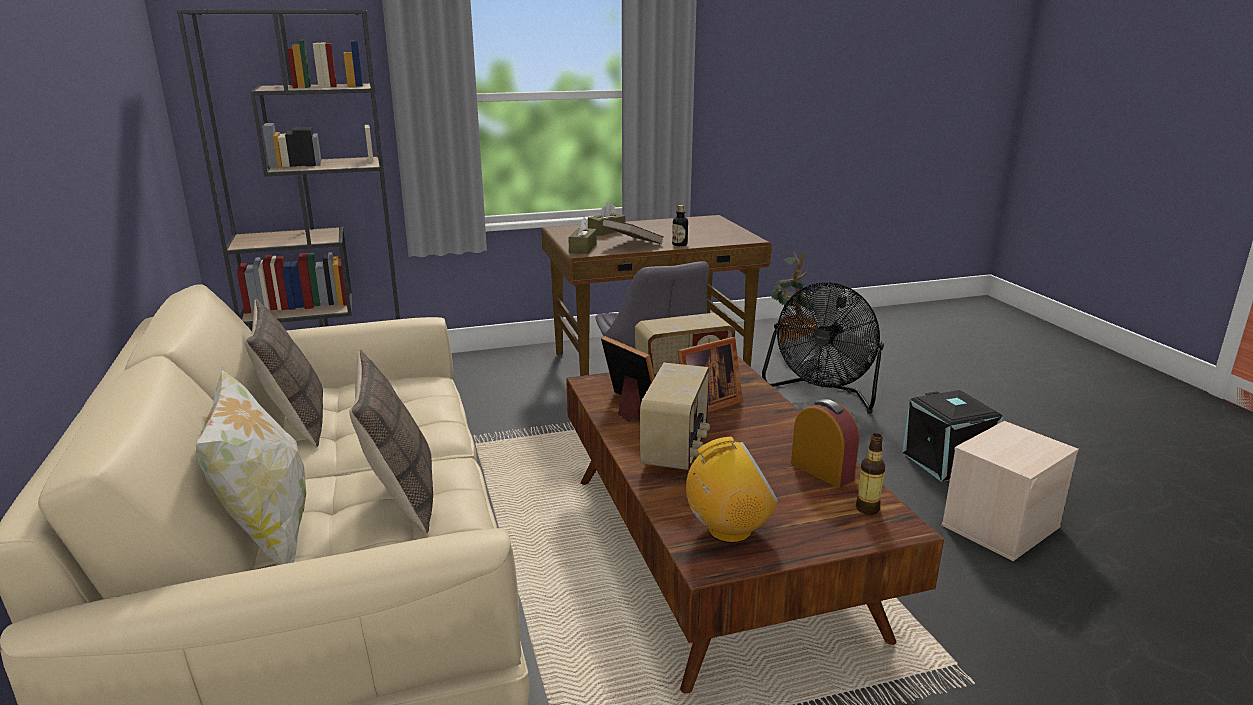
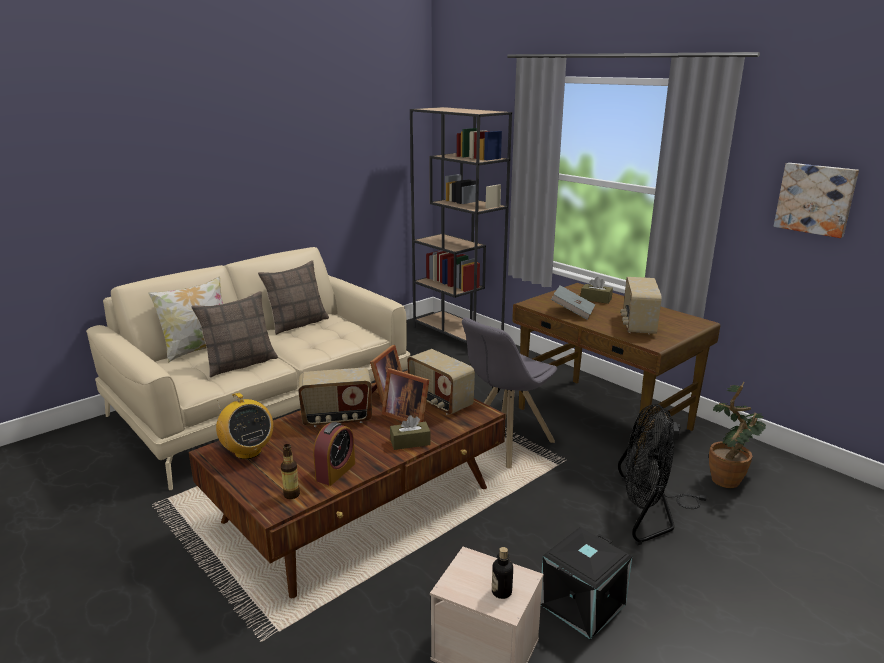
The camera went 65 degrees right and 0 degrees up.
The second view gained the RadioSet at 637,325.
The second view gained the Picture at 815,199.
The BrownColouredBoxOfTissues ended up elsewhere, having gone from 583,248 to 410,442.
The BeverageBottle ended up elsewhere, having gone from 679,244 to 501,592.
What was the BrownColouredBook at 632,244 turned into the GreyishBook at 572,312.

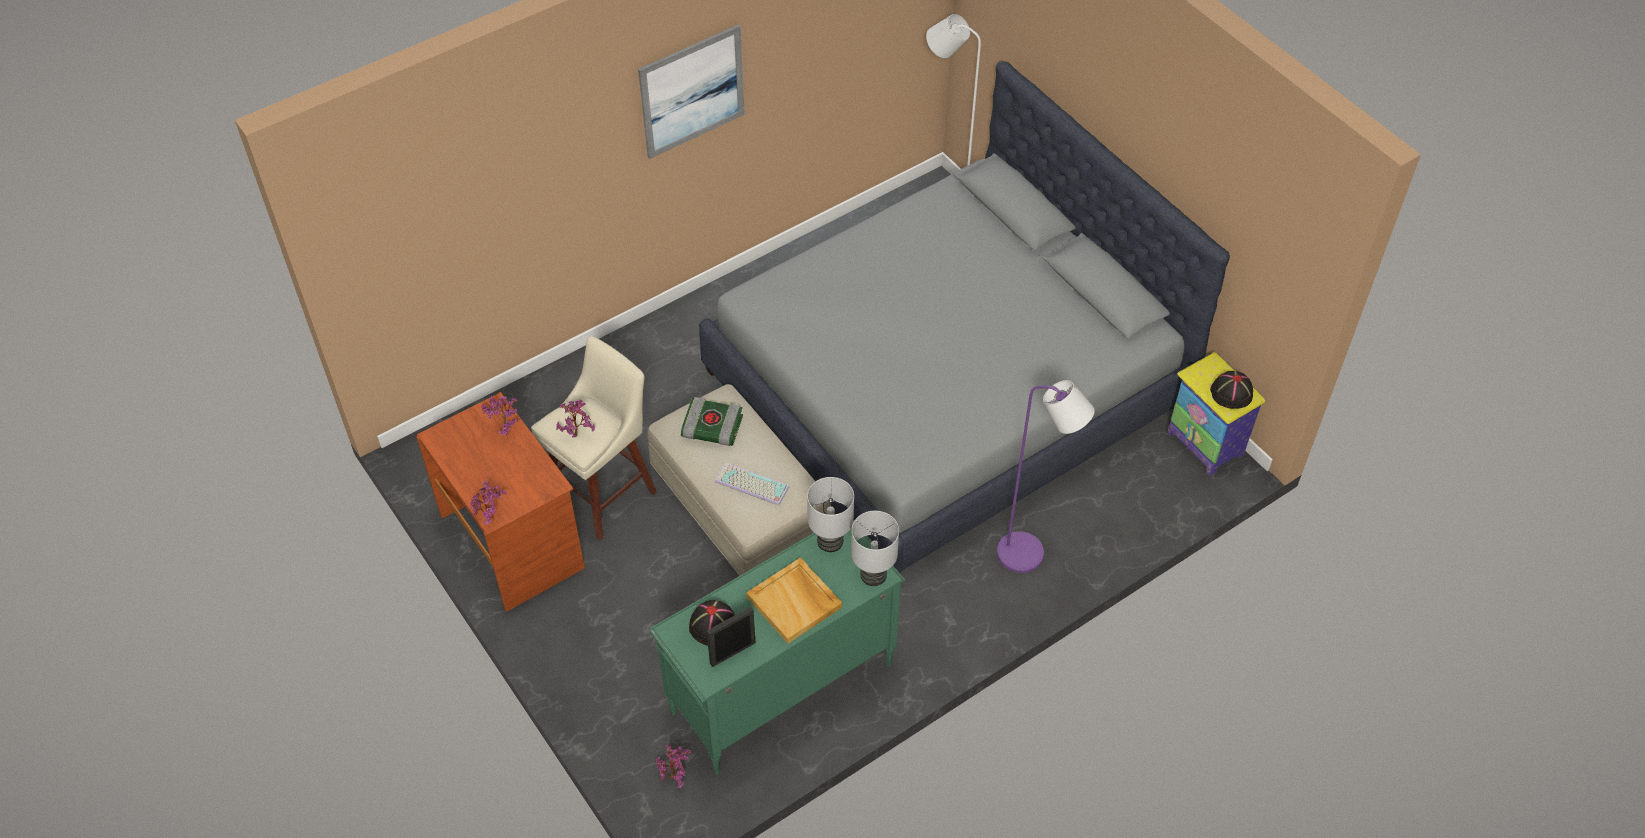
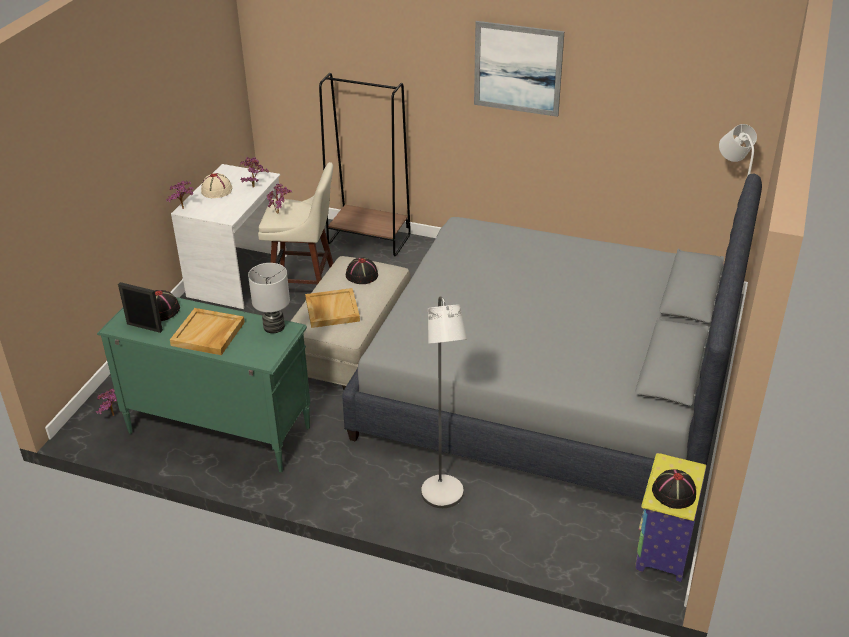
The camera went 55 degrees right and 15 degrees down.
The second view lost the GreyishTabletopLamp at 873,575.
The second view gained the BeigeHat at 217,190.
The second view gained the GarmentStand at 369,240.
Where the Book stood at 711,428, the BlackHat came to stand at 361,275.
Where the Keyboard stood at 750,485, the BeigeTray came to stand at 331,310.
What was the BrownColouredDesk at 514,541 turned into the WhiteColouredDesk at 238,276.
What was the PurpleColouredStandingLamp at 1029,556 turned into the GreyishStandingLamp at 444,498.

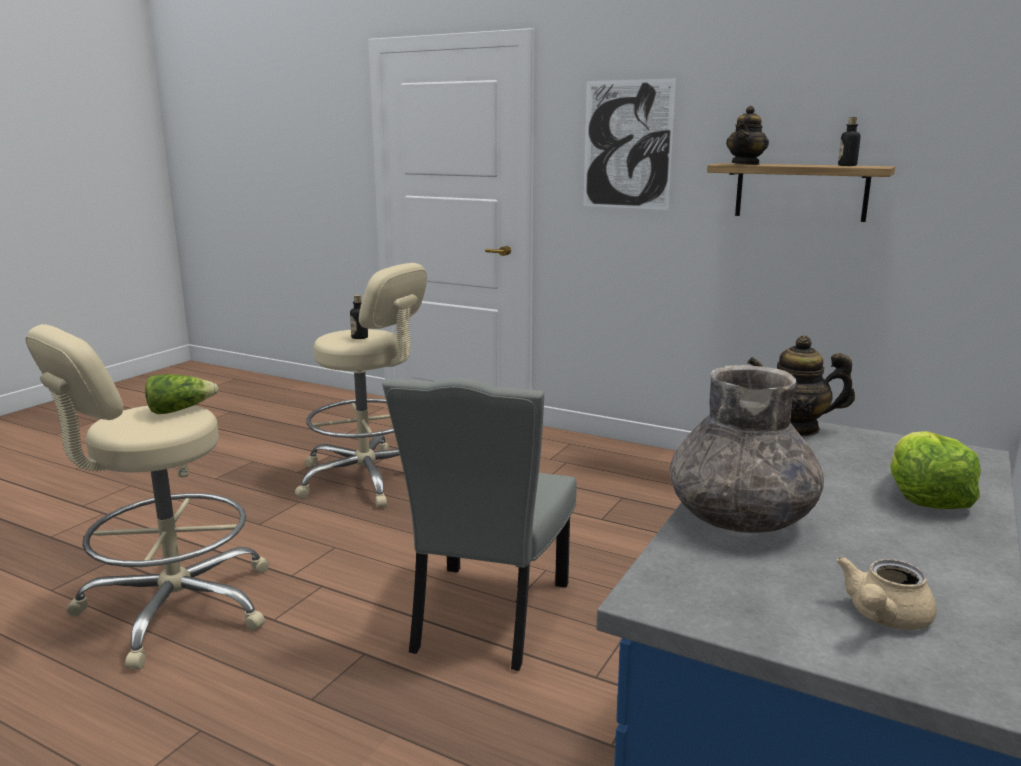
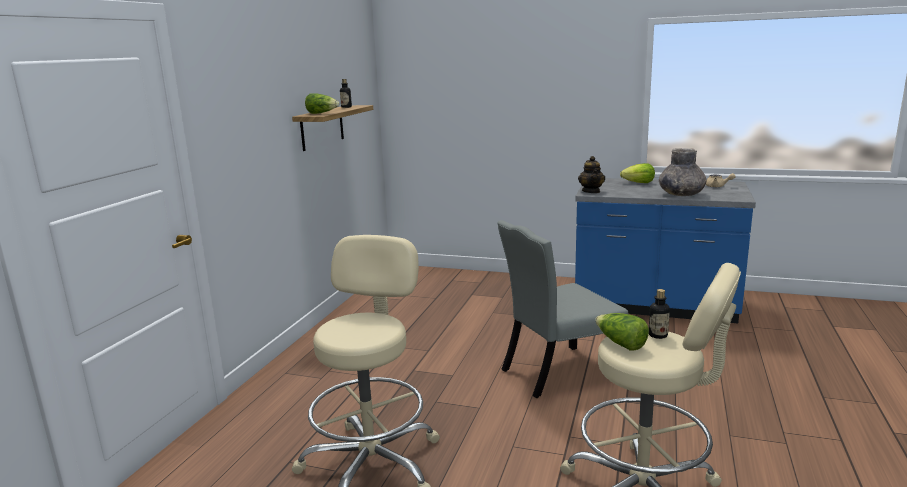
The camera went 100 degrees left and 0 degrees up.
The second view lost the Picture at 627,145.
The BeverageBottle ended up elsewhere, having gone from 359,337 to 658,335.
Where the PotForTea stood at 746,164, the Lettuce came to stand at 322,113.
The GreyishUprightChair at 488,612 ended up facing another way, 150 degrees clockwise from before.

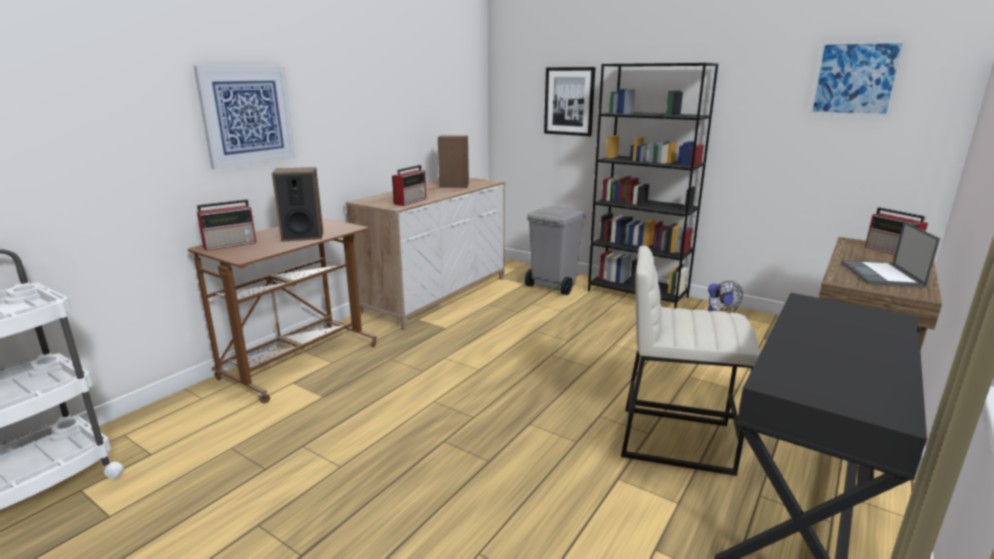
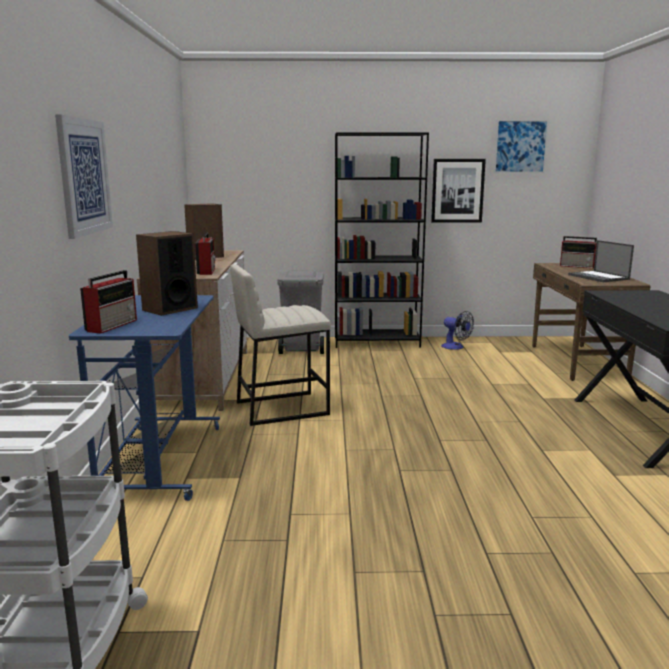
The camera went 35 degrees left and 5 degrees down.
The Picture ended up elsewhere, having gone from 569,101 to 457,190.
The BeigeSittingStool ended up elsewhere, having gone from 676,439 to 282,408.
What was the BrownColouredDesk at 300,361 turned into the BlueDesk at 161,460.

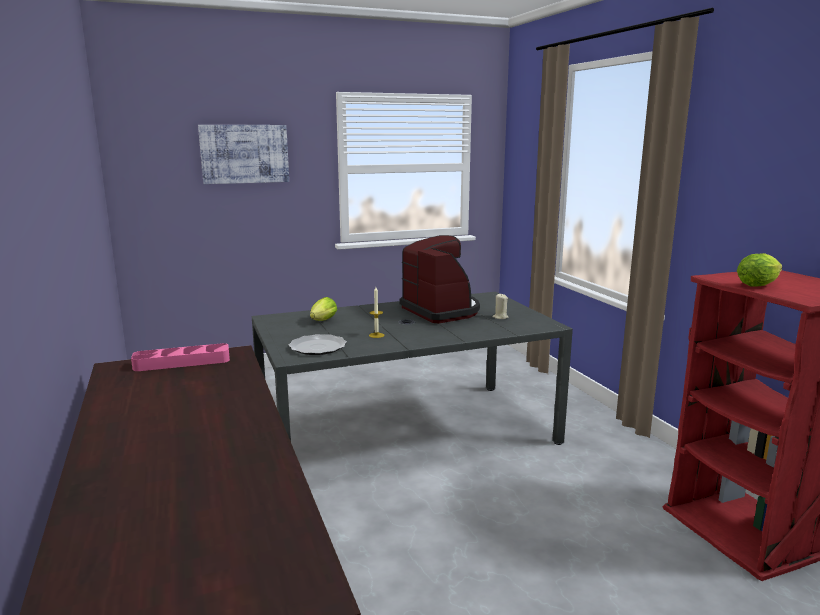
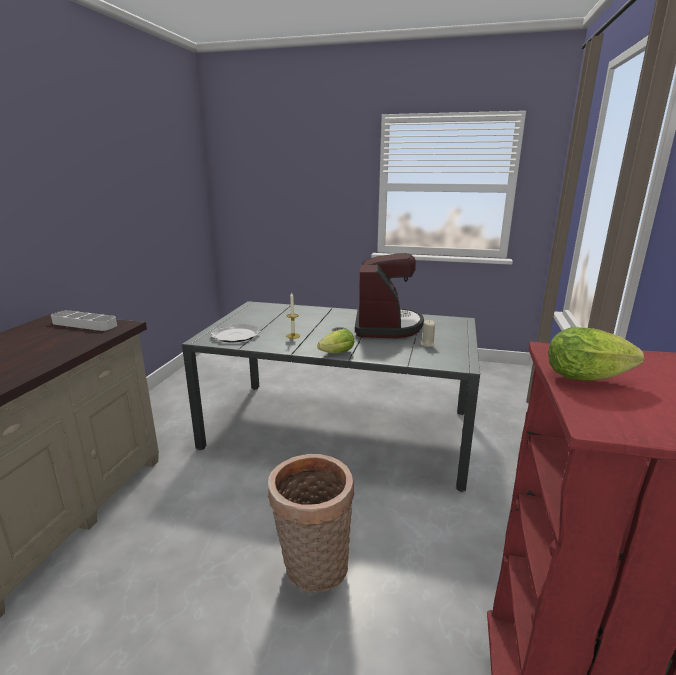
The camera went 35 degrees right and 5 degrees up.
The second view lost the Picture at 244,154.
The second view gained the HouseholdBasket at 313,569.
The Lettuce ended up elsewhere, having gone from 322,321 to 335,353.
What was the PinkishTray at 182,362 turned into the GreyishTray at 84,324.

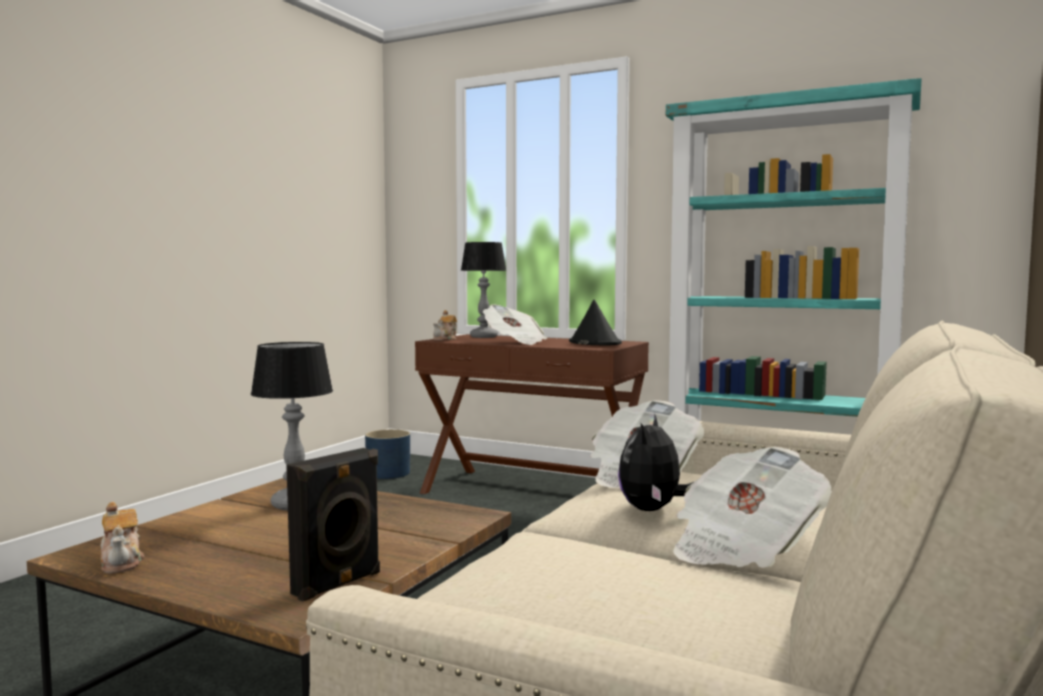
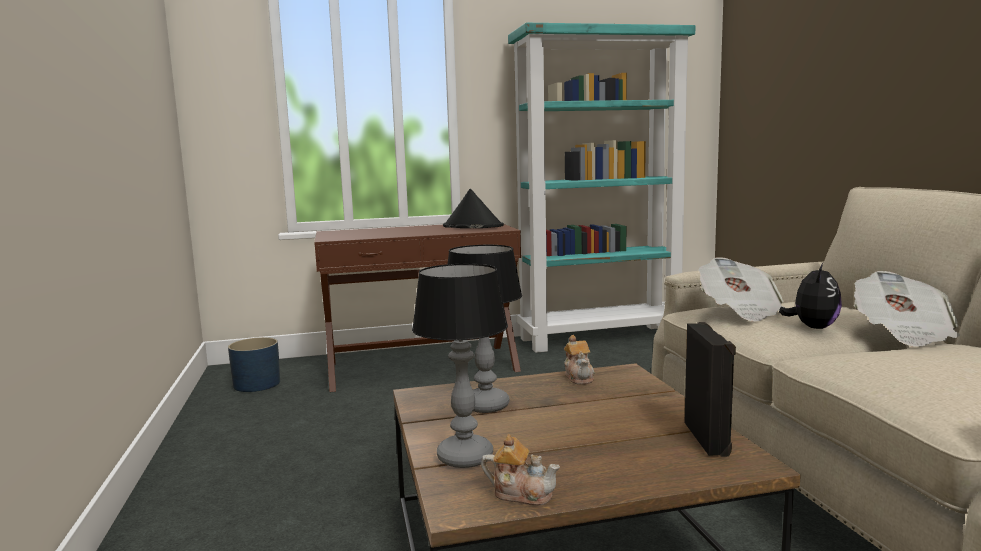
The camera went 40 degrees left and 5 degrees up.
The second view lost the PrintedPaper at 515,342.
The PotForTea ended up elsewhere, having gone from 445,339 to 579,377.
The TabletopLamp ended up elsewhere, having gone from 483,337 to 465,458.
The PlushToy at 653,510 ended up facing another way, 135 degrees counterclockwise from before.

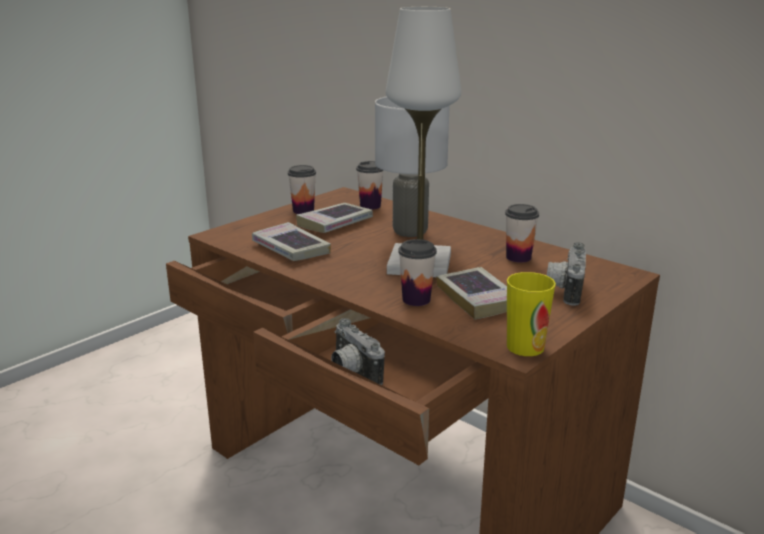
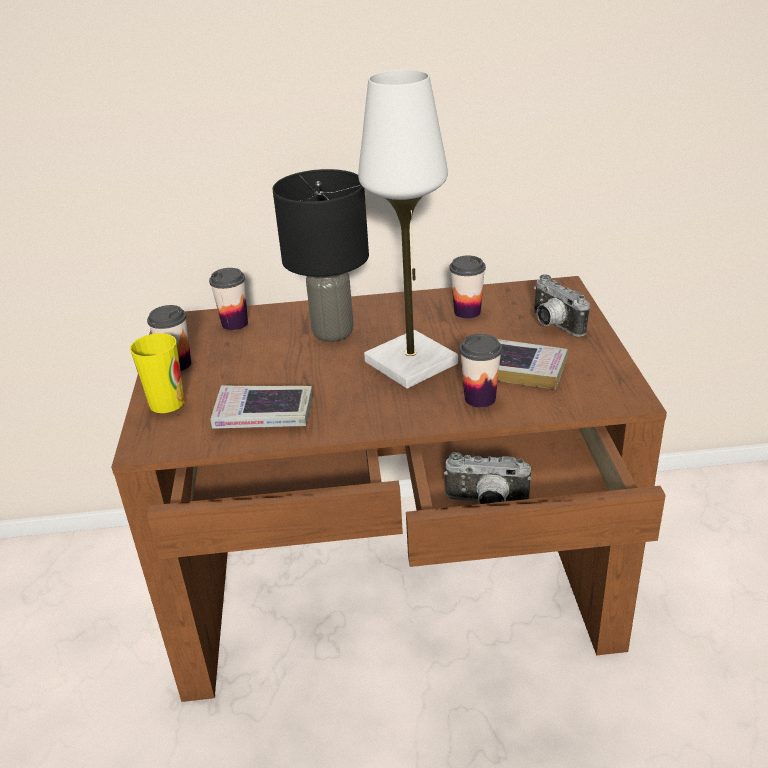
The camera went 45 degrees left and 10 degrees up.
The second view lost the Book at 335,223.
The Cup ended up elsewhere, having gone from 525,347 to 167,403.
What was the WhiteColouredTabletopLamp at 408,231 turned into the BlackTabletopLamp at 330,334.

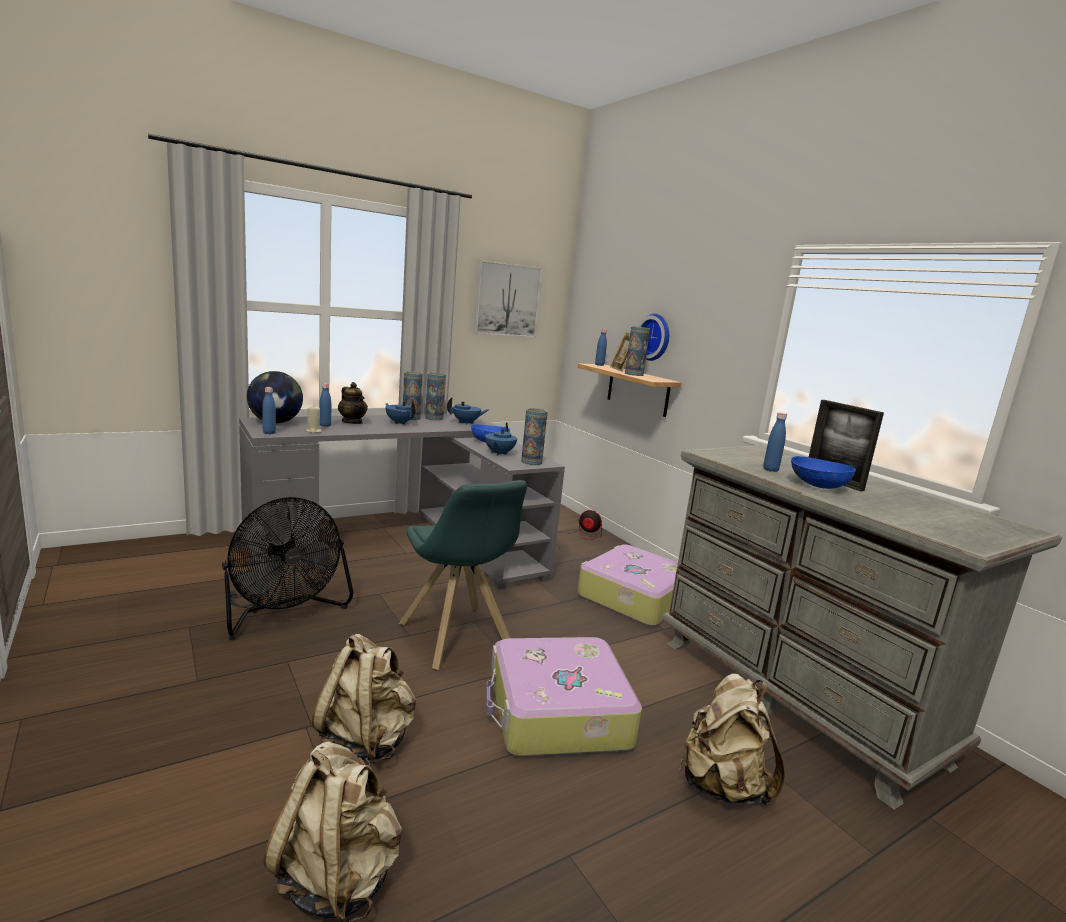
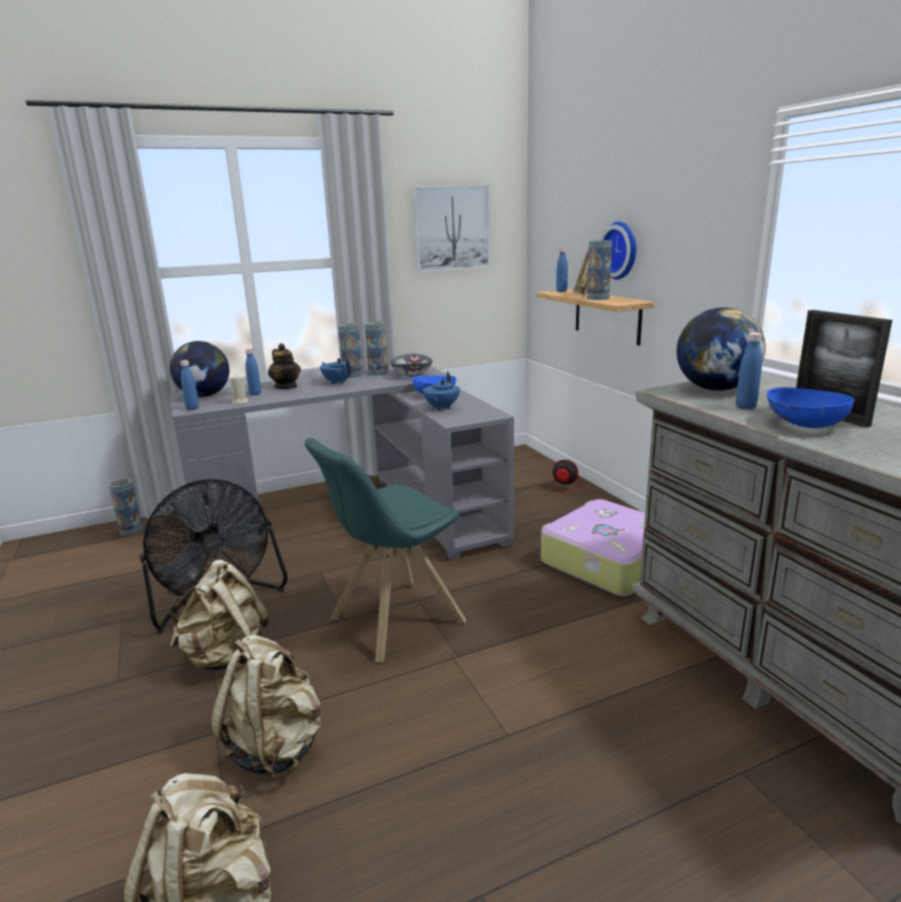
The camera went 10 degrees right and 5 degrees up.
The second view lost the TravelCase at 557,713.
The second view gained the Globe at 715,389.
The Vase ended up elsewhere, having gone from 531,462 to 131,530.
The BeigeKnapsack ended up elsewhere, having gone from 721,785 to 227,659.
Where the BluePotForTea stood at 466,423, the Bowl came to stand at 412,374.
The BlueGreenUprightChair at 456,637 ended up facing another way, 75 degrees clockwise from before.

